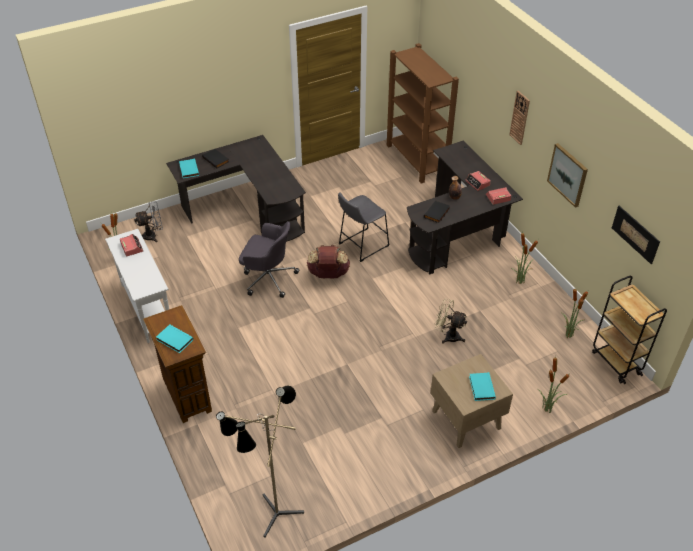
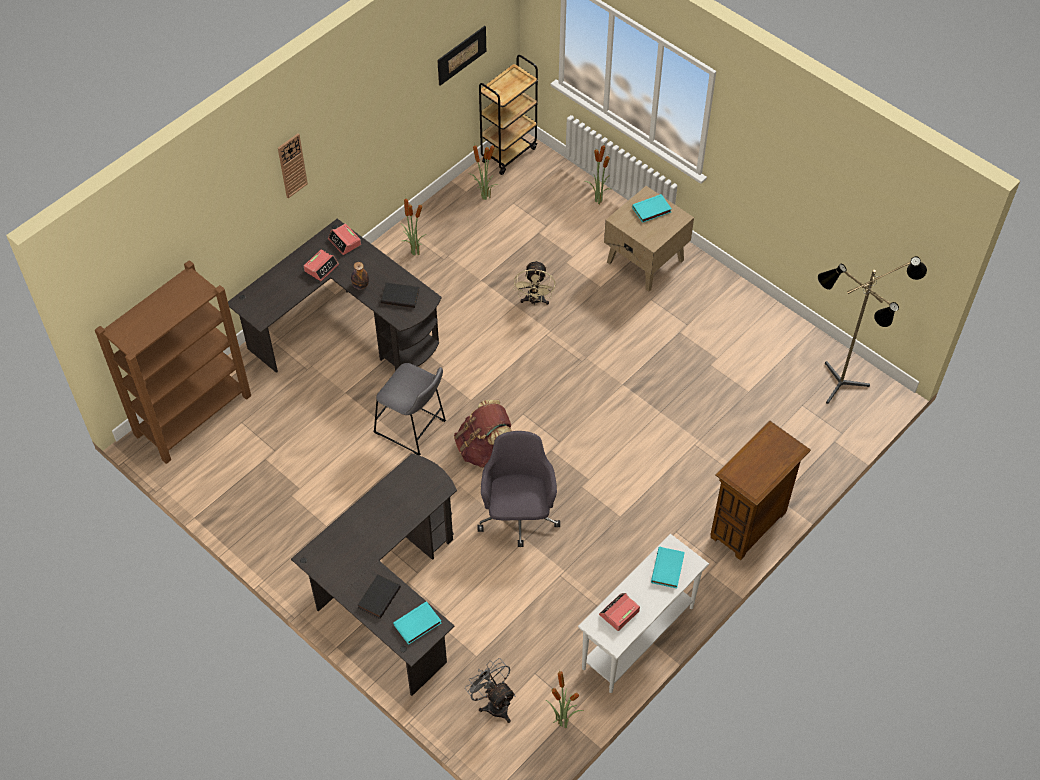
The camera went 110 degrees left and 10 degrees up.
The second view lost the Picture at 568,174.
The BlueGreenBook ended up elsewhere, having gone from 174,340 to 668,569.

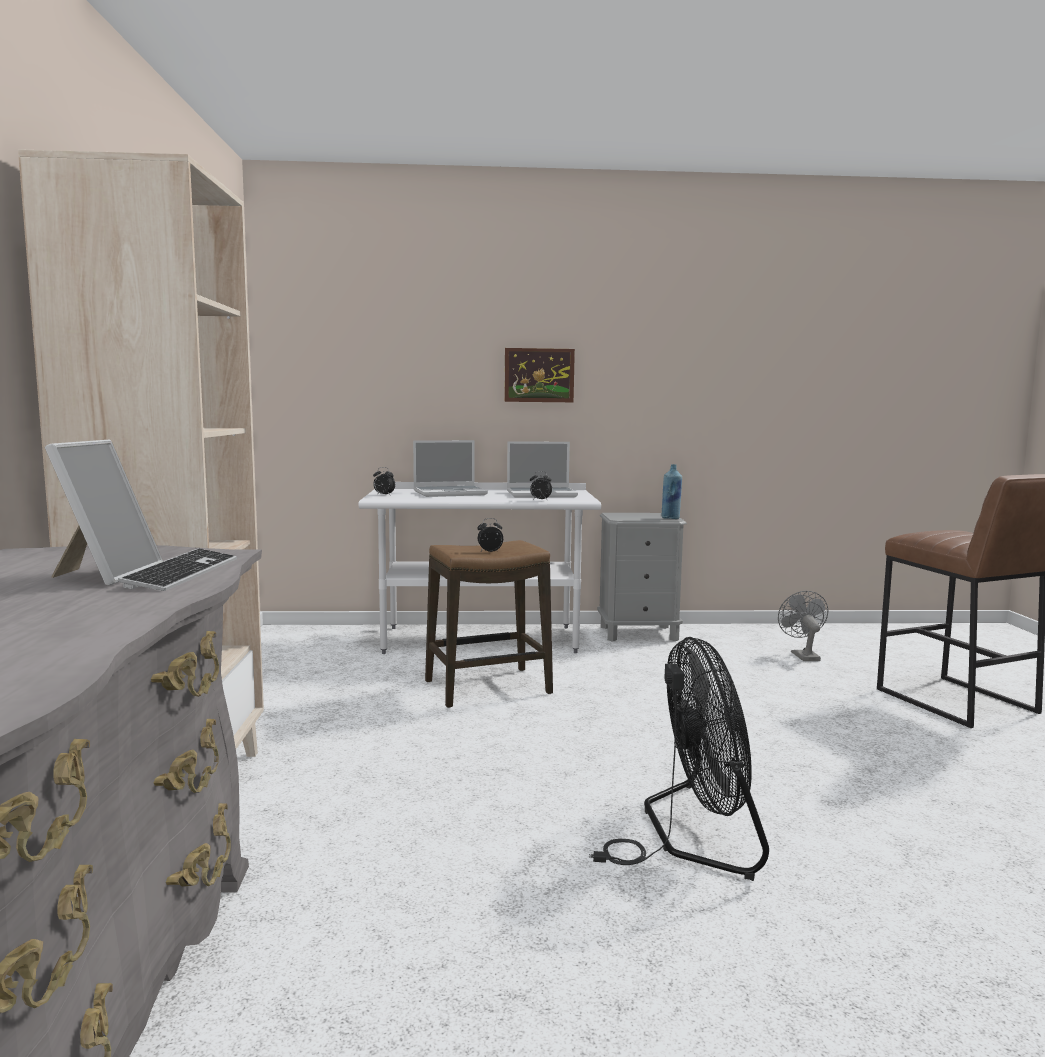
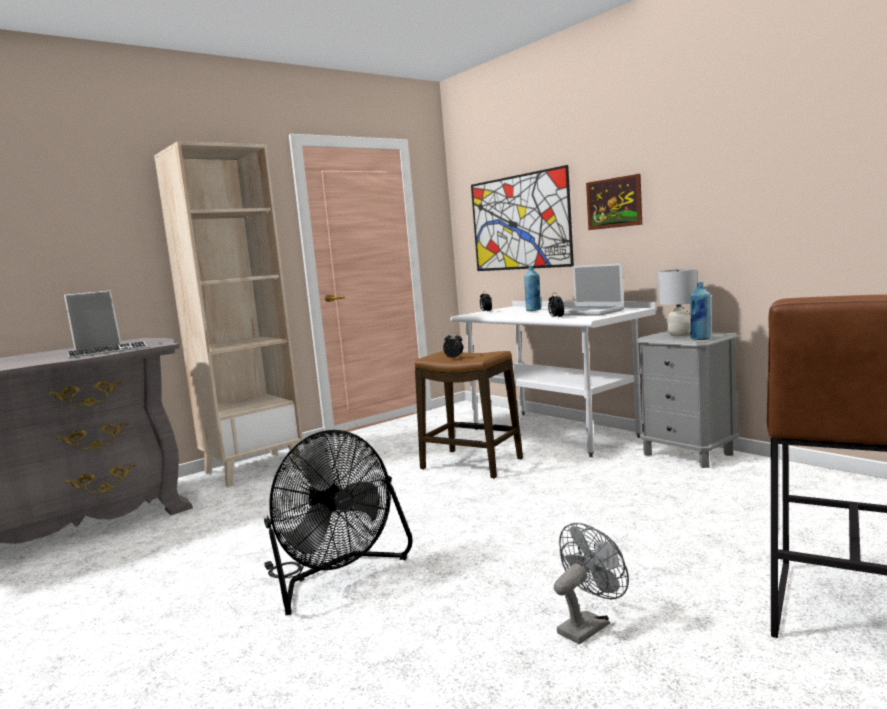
The camera went 55 degrees right and 0 degrees up.
The second view gained the Picture at 519,222.
The second view gained the GreyishTabletopLamp at 678,335.
The GreyishCoolingFan ended up elsewhere, having gone from 802,655 to 588,625.
Where the NotebookComputer stood at 450,493, the BlueBeverageBottle came to stand at 533,310.

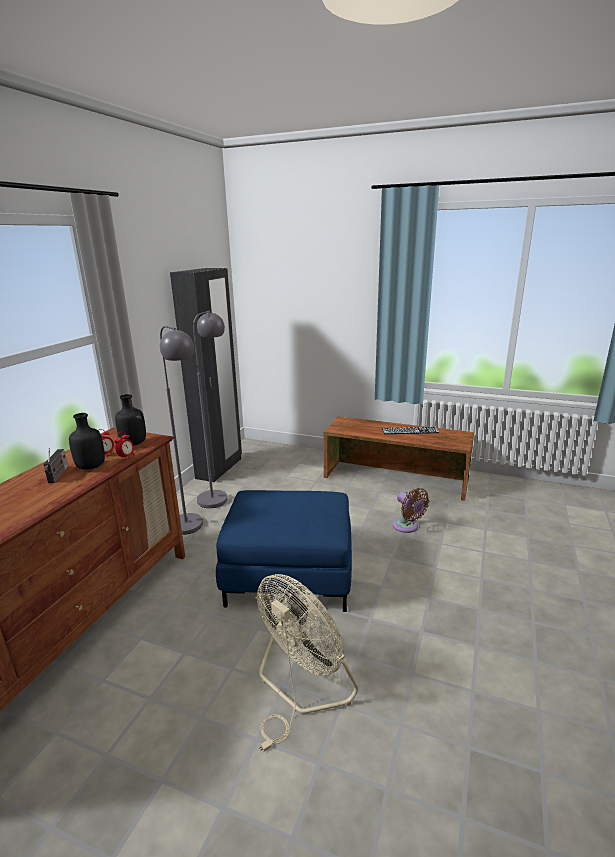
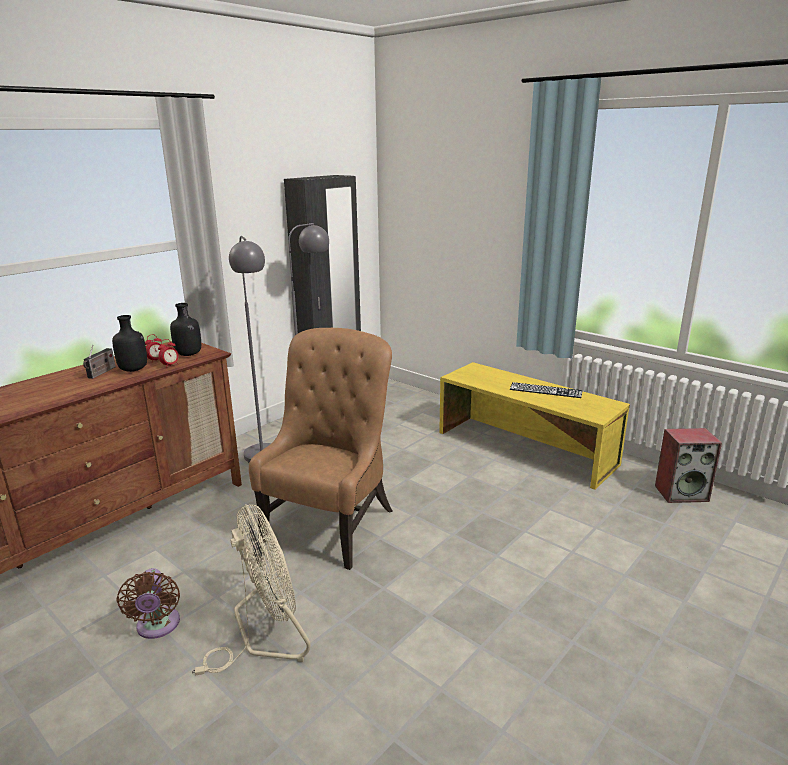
The camera went 20 degrees right and 0 degrees up.
The second view gained the Speaker at 681,493.
The BrownColouredCoolingFan ended up elsewhere, having gone from 407,527 to 157,627.
Where the BlueFootrest stood at 290,574, the BrownColouredUprightChair came to stand at 330,525.
What was the BrownColouredBench at 396,477 turned into the YellowishBench at 527,448.

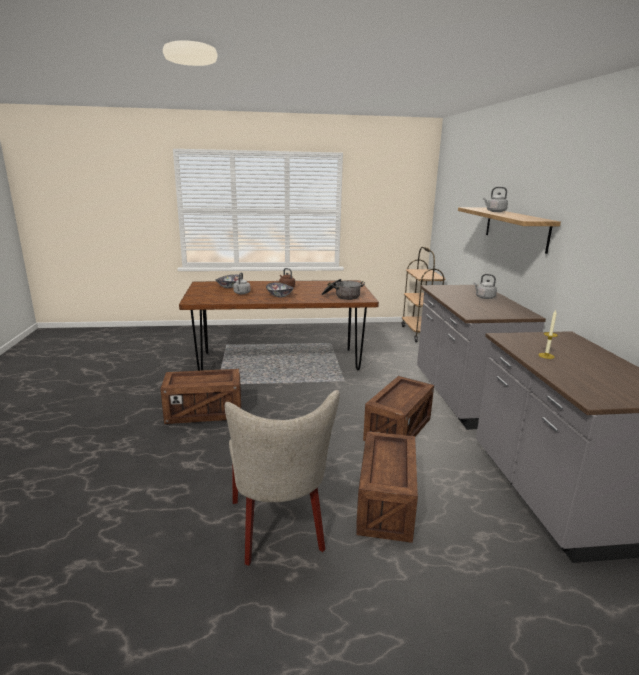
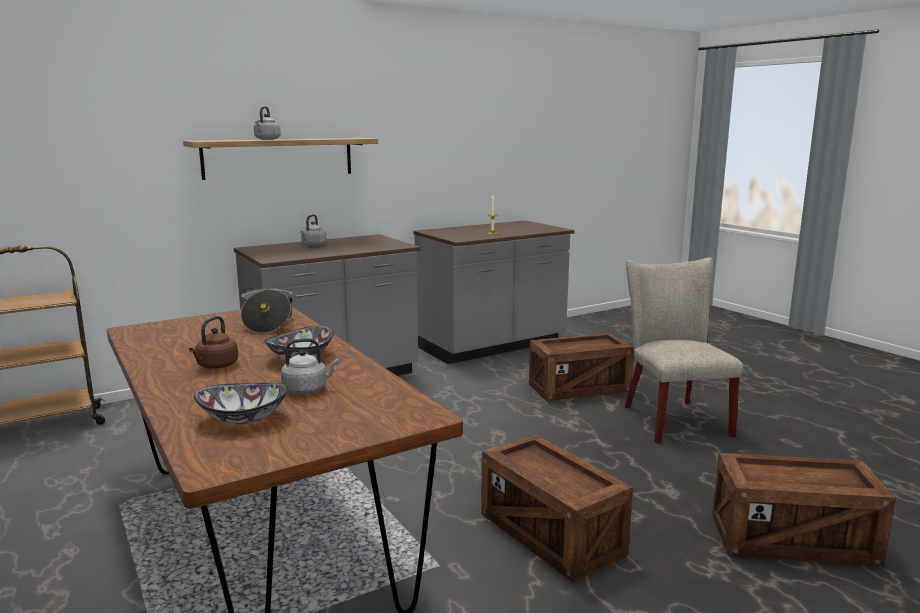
The camera went 115 degrees left and 5 degrees down.
The Crate ended up elsewhere, having gone from 398,429 to 792,541.
The BeigeUprightChair at 279,529 ended up facing another way, 60 degrees counterclockwise from before.

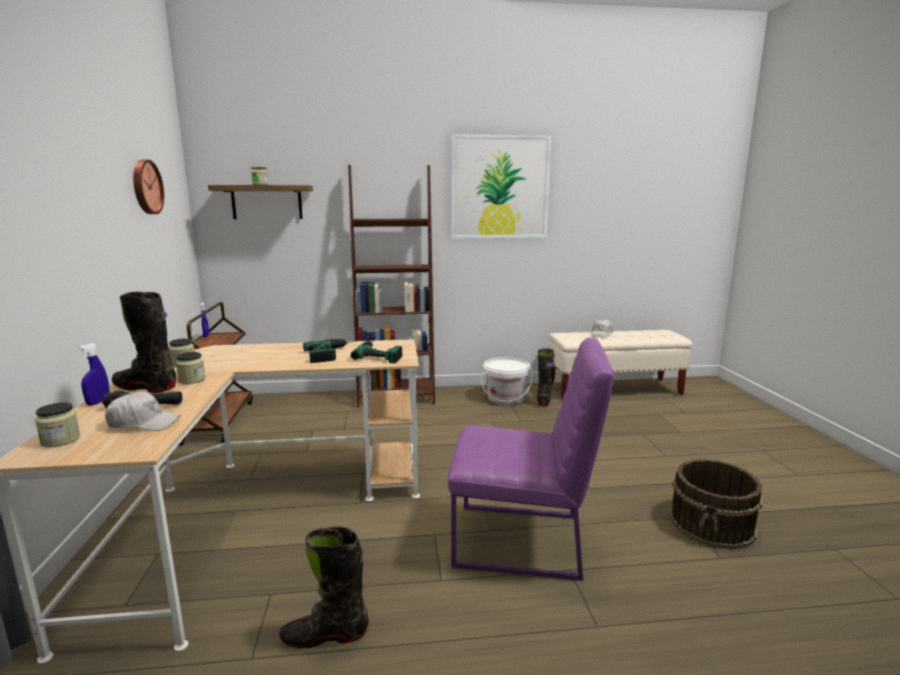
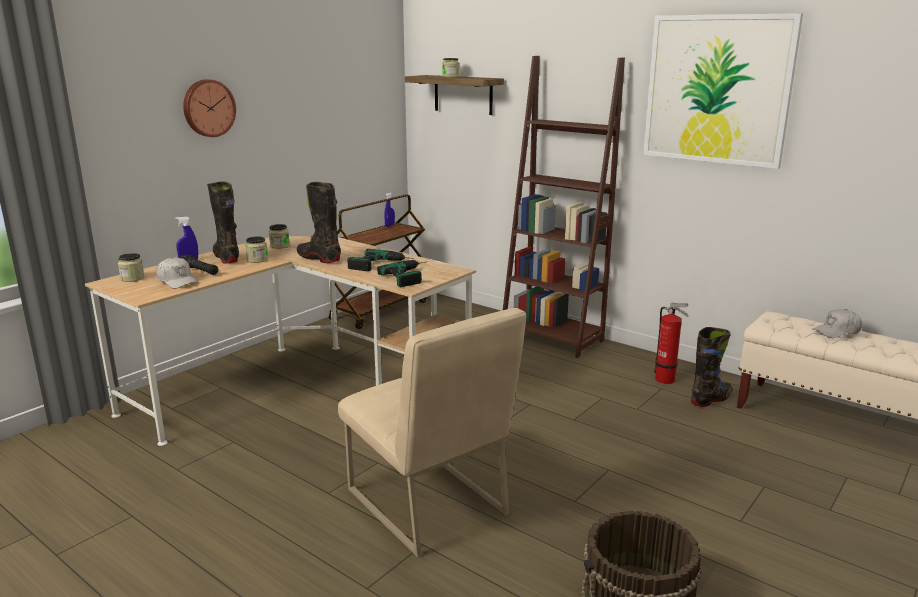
The camera went 45 degrees right and 5 degrees up.
The WallClock ended up elsewhere, having gone from 145,187 to 208,108.
The BlackBoot ended up elsewhere, having gone from 325,636 to 319,258.
Where the WhiteColouredWaterBucket stood at 505,398, the FireExtinguisher came to stand at 667,380.
What was the PurpleColouredUprightChair at 522,541 turned into the BeigeUprightChair at 428,504.

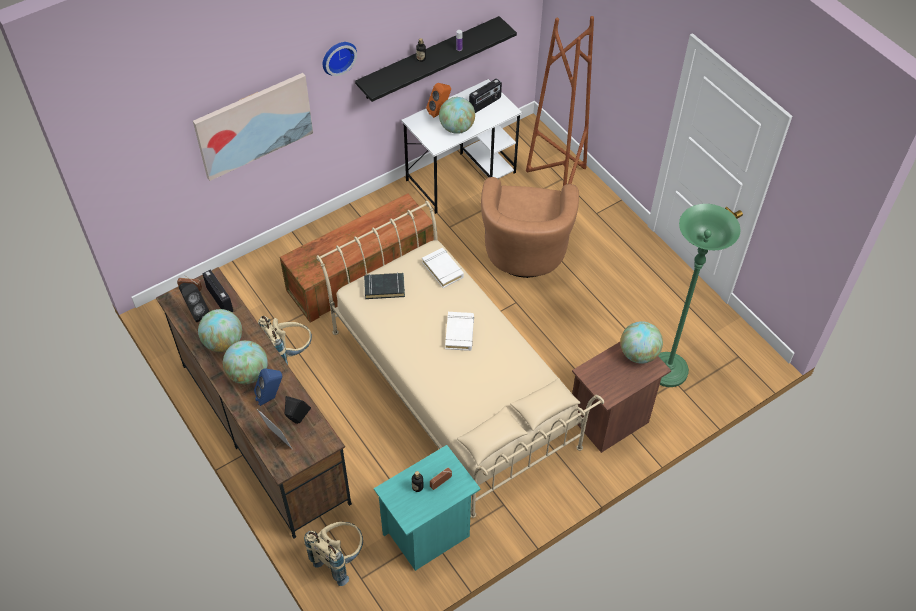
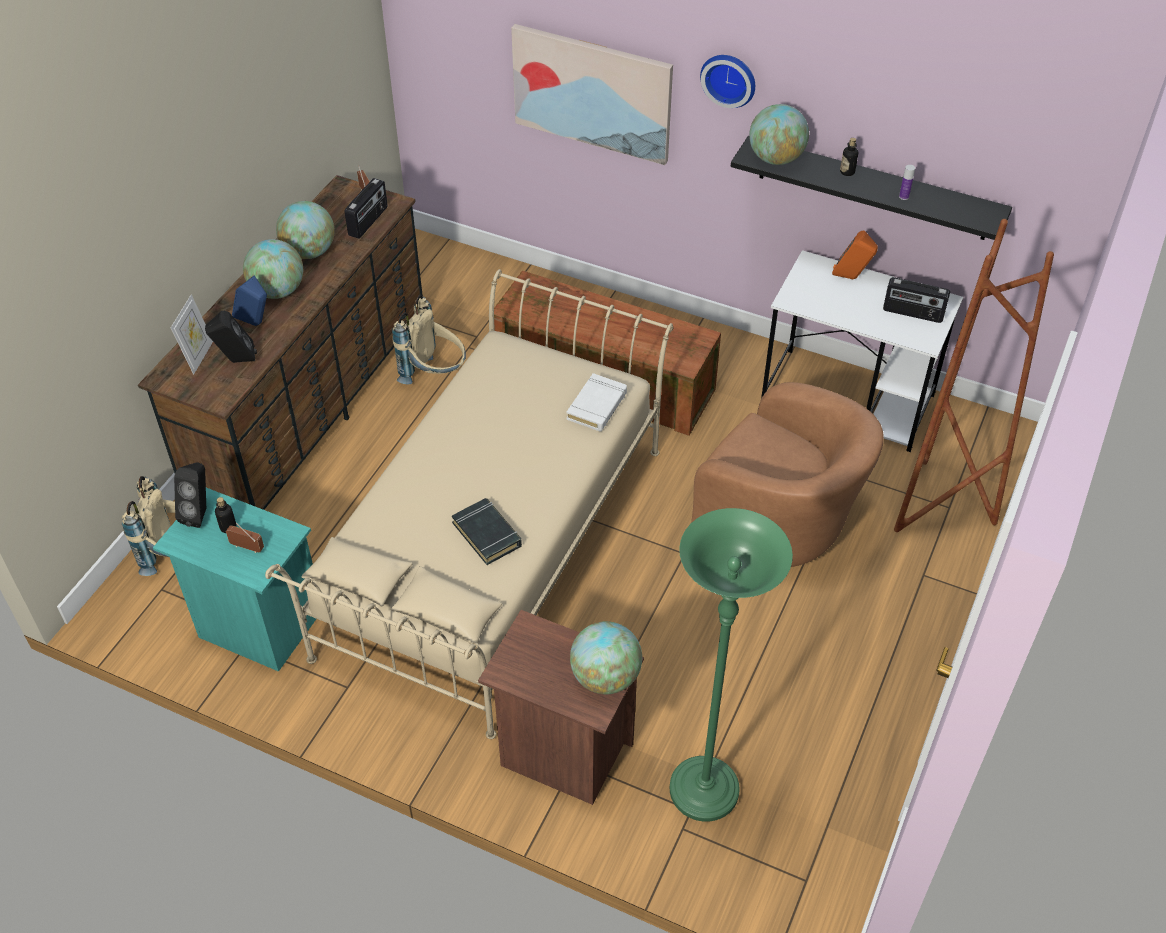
The camera went 60 degrees right and 5 degrees down.
The second view lost the WhiteColouredBook at 459,333.
The BlackSpeaker ended up elsewhere, having gone from 195,312 to 200,514.
The BlackBook ended up elsewhere, having gone from 384,287 to 487,534.
The Globe ended up elsewhere, having gone from 457,128 to 776,159.
The BrownColouredEasyChair at 524,252 ended up facing another way, 120 degrees counterclockwise from before.

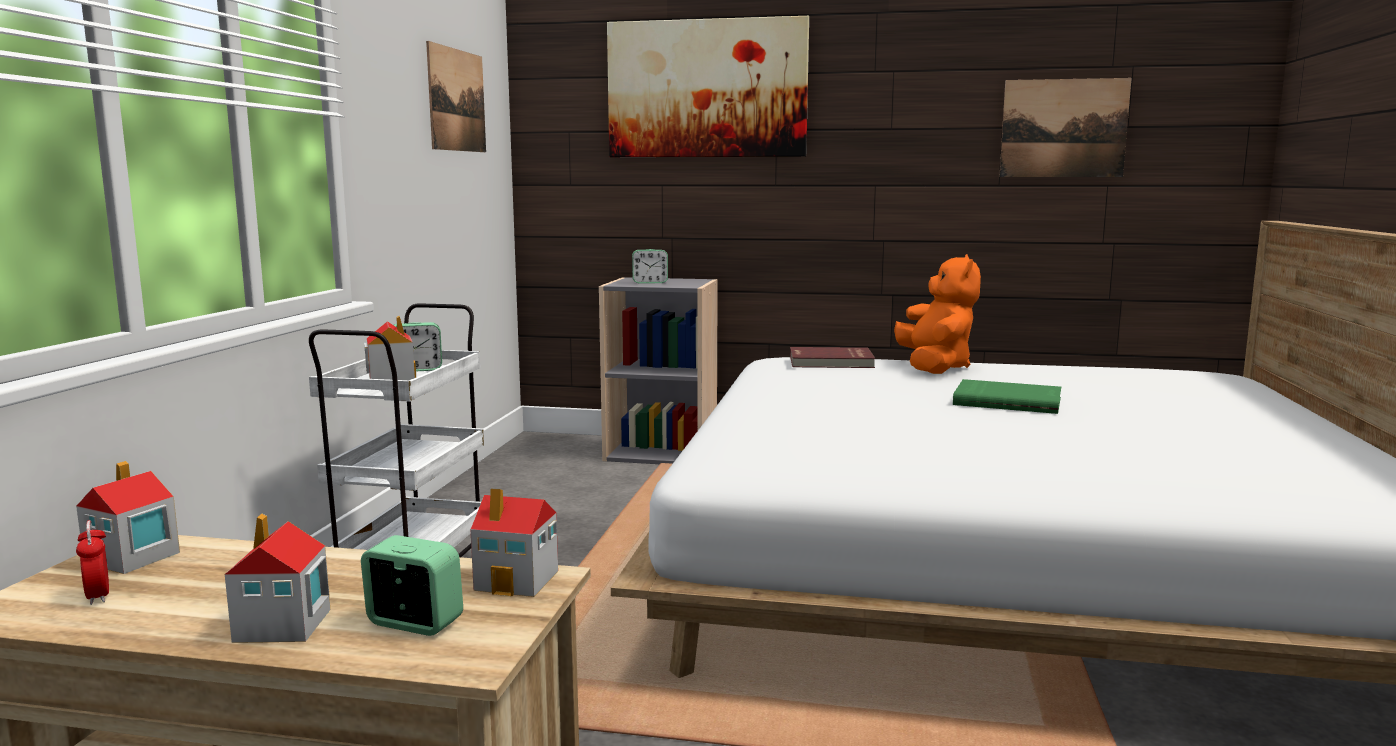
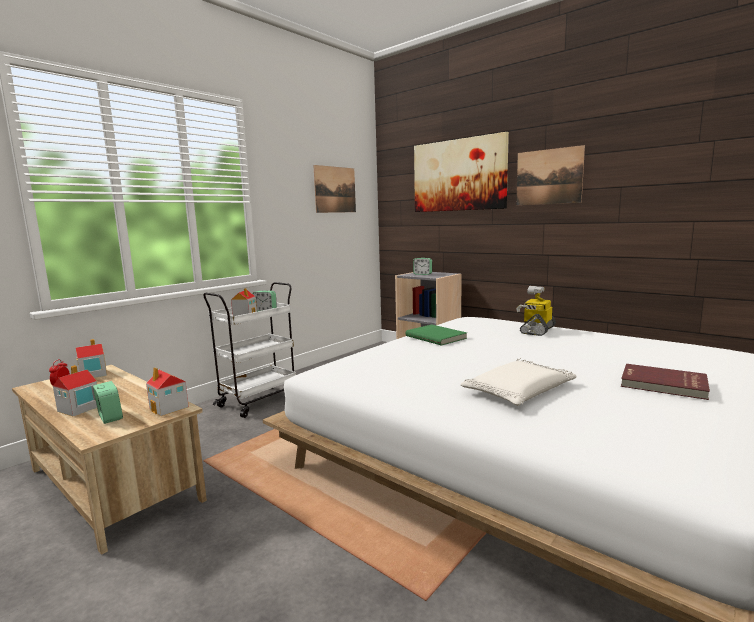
The camera went 30 degrees right and 0 degrees up.
The second view gained the WhiteColouredPillow at 518,389.
The RedBook ended up elsewhere, having gone from 831,362 to 663,384.
The GreenishBook ended up elsewhere, having gone from 1007,401 to 436,337.
The Picture ended up elsewhere, having gone from 1063,128 to 548,177.
Where the OrangePlushToy stood at 935,367, the ModelRobot came to stand at 536,330.

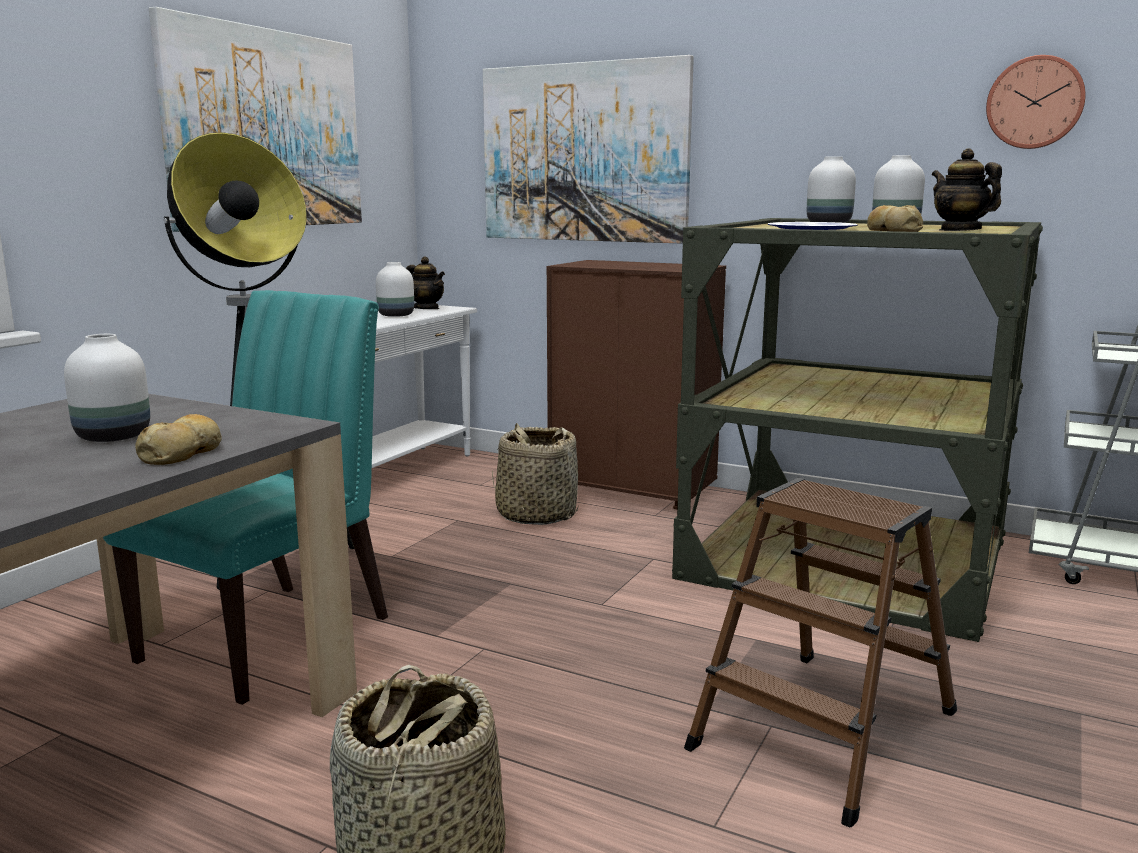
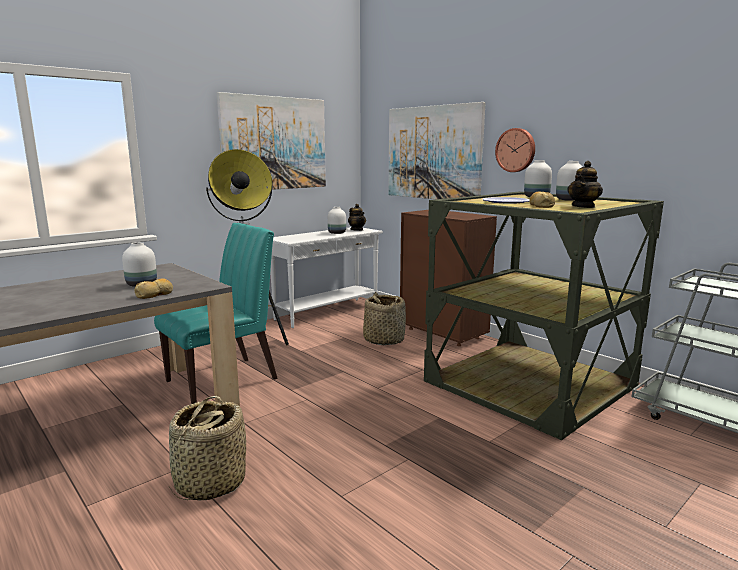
The camera went 20 degrees right and 0 degrees up.
The second view lost the BrownColouredStepStool at 825,728.
The WallClock ended up elsewhere, having gone from 1035,103 to 516,150.
The PotForTea at 960,230 ended up facing another way, 135 degrees counterclockwise from before.

